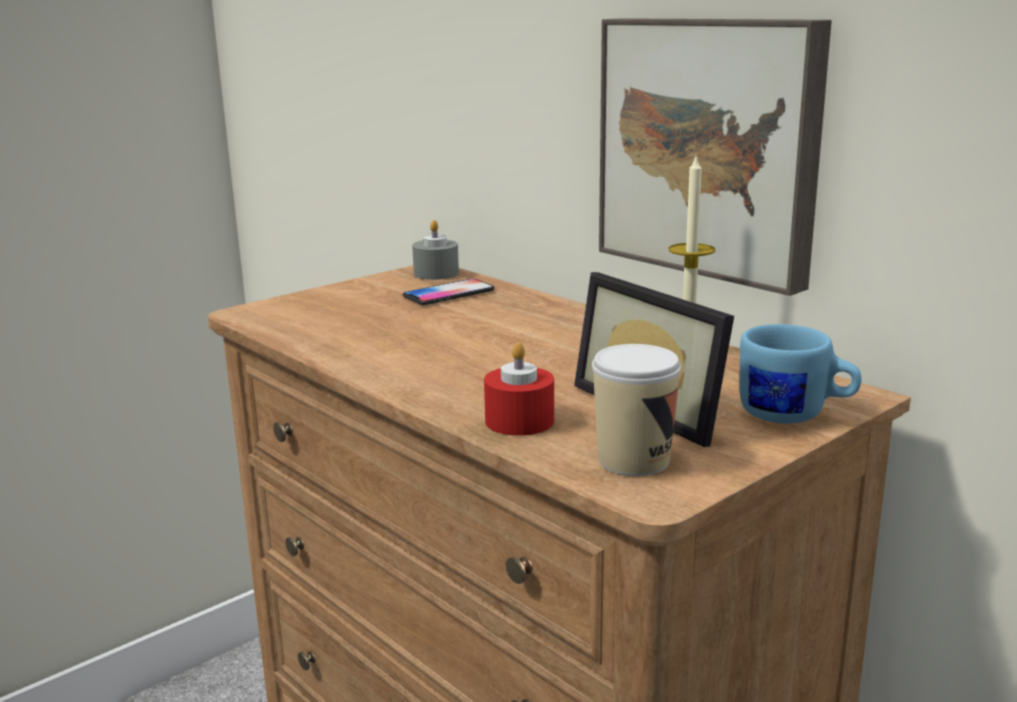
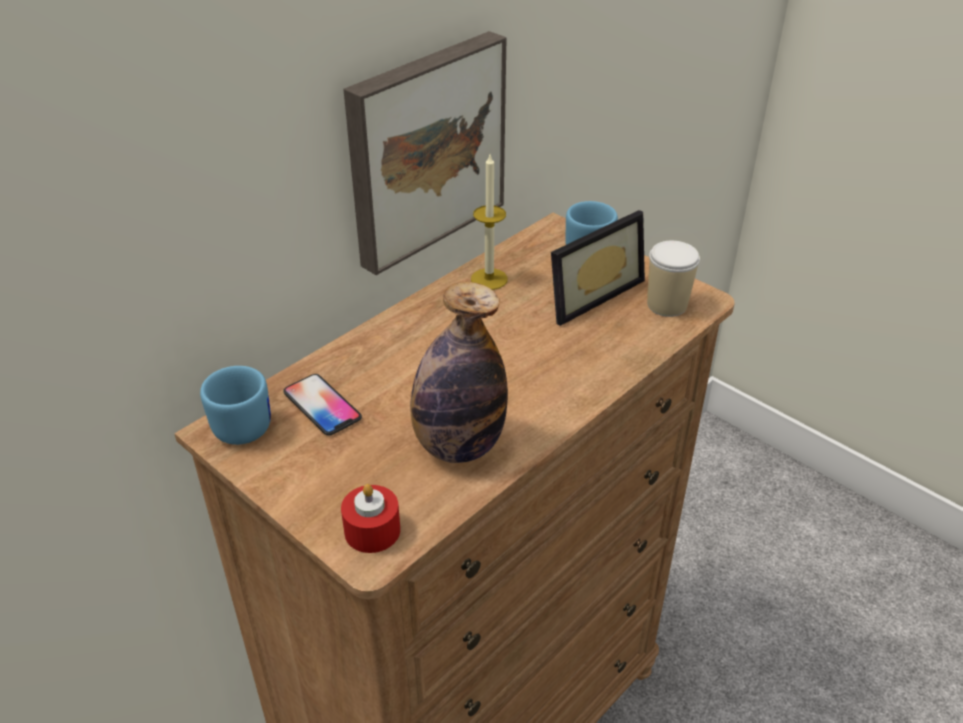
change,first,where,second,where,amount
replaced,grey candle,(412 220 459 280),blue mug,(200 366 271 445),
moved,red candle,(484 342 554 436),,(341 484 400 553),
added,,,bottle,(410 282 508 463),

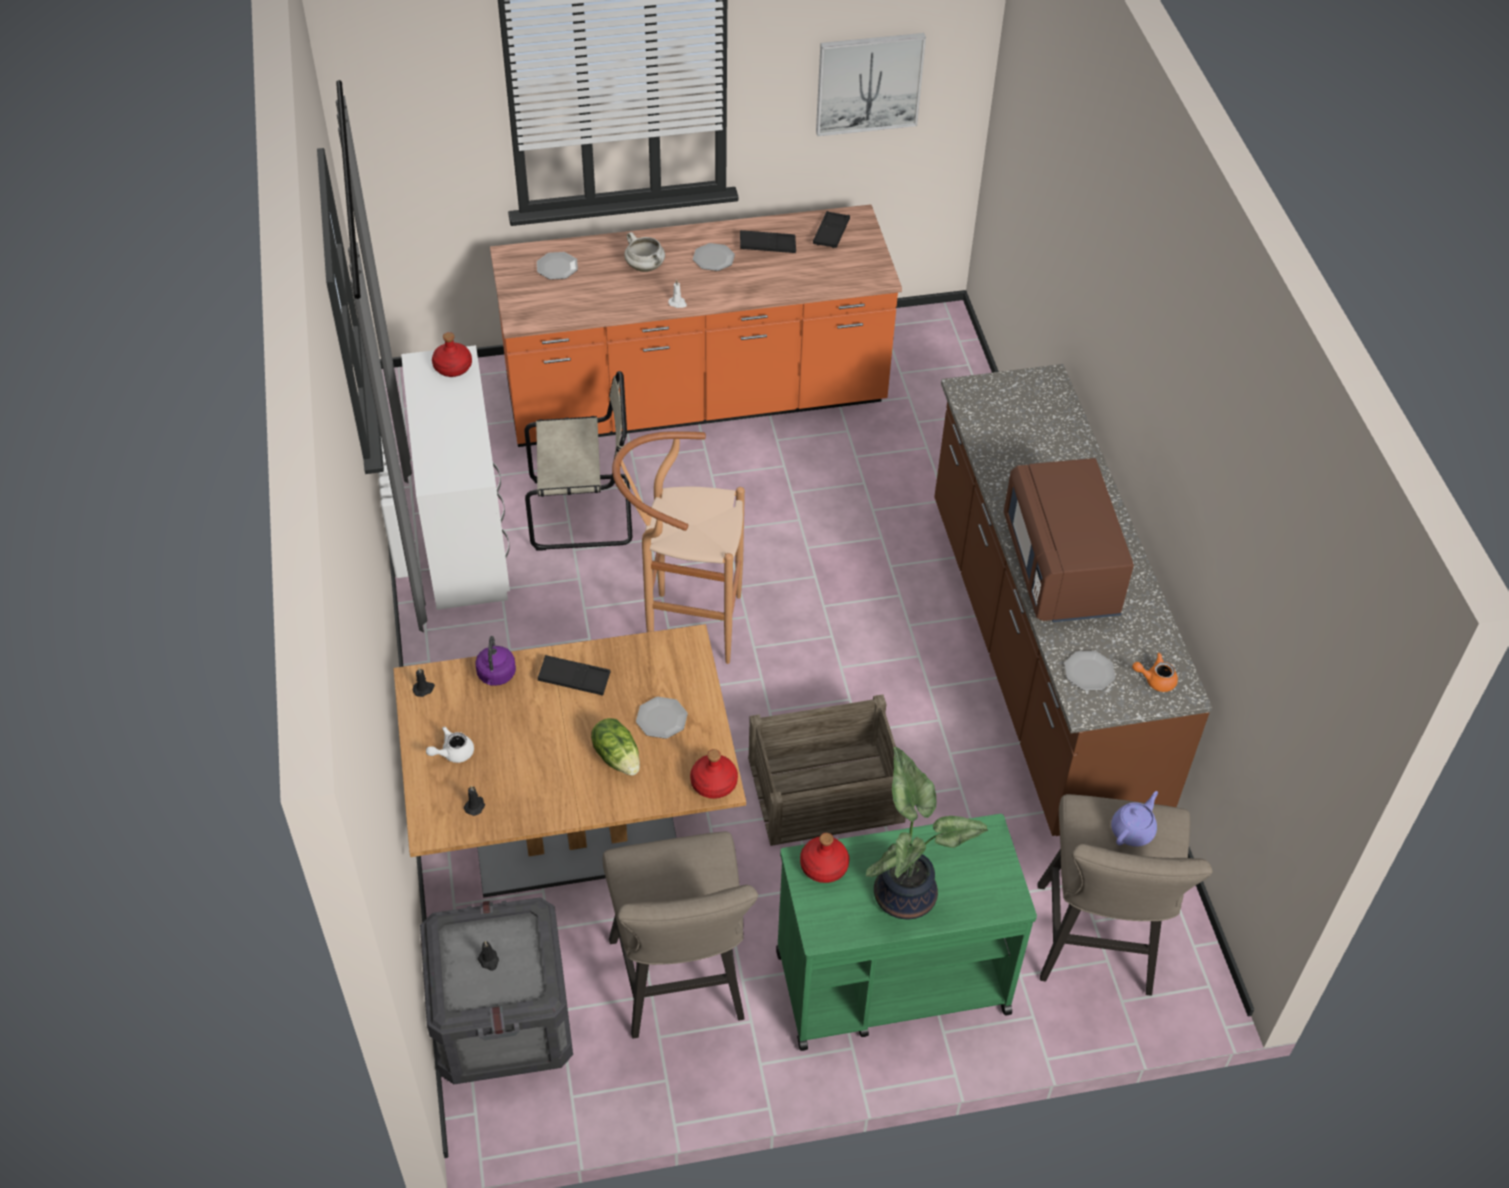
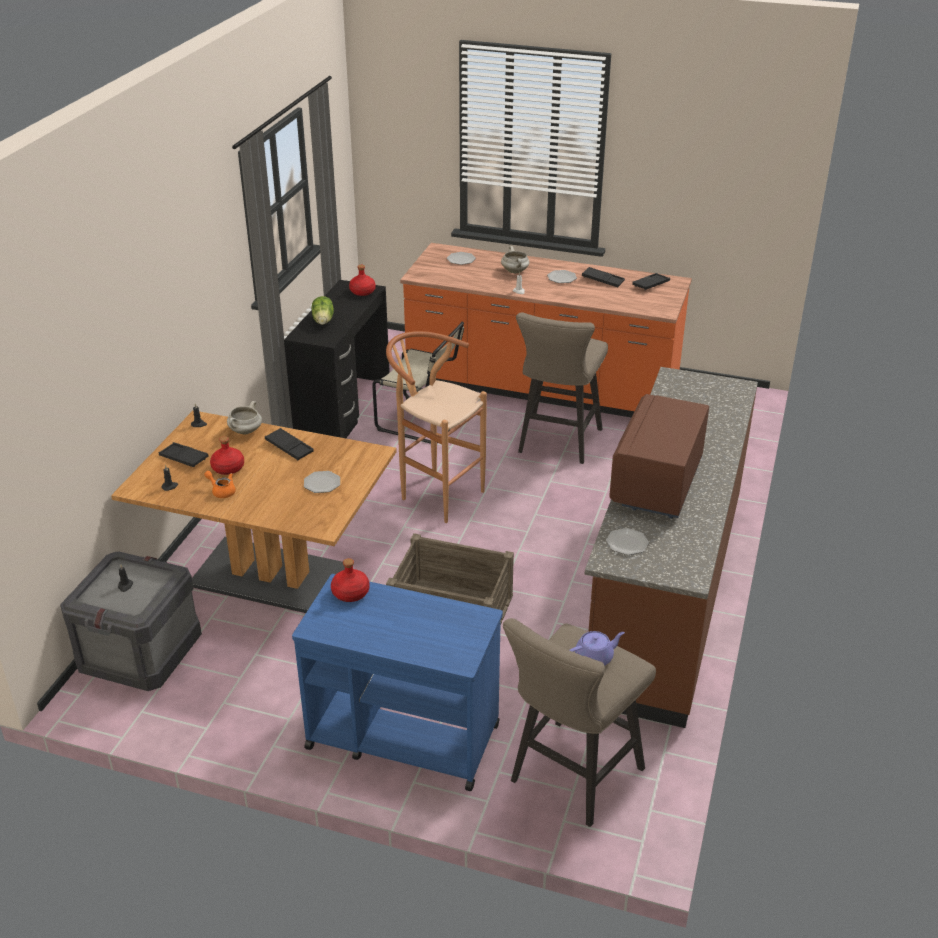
change,first,where,second,where,amount
replaced,white teapot,(426 727 474 763),black tray,(159 442 209 467),
moved,orange teapot,(1132 653 1178 692),,(204 471 236 498),
moved,red bottle,(690 749 738 799),,(210 436 244 475),
replaced,purple kettle,(475 636 516 686),white cooking pot,(227 401 262 434),
recoloured,white desk,(401 345 510 610),black desk,(284 280 390 438),
recoloured,green cart,(776 814 1037 1051),blue cart,(292 574 503 791),
moved,lettuce,(591 718 640 775),,(311 296 334 325),
moved,beige stool,(603 831 758 1039),,(516 312 608 464),
removed,picture,(816 33 926 136),,,
removed,potted plant,(866 747 988 919),,,

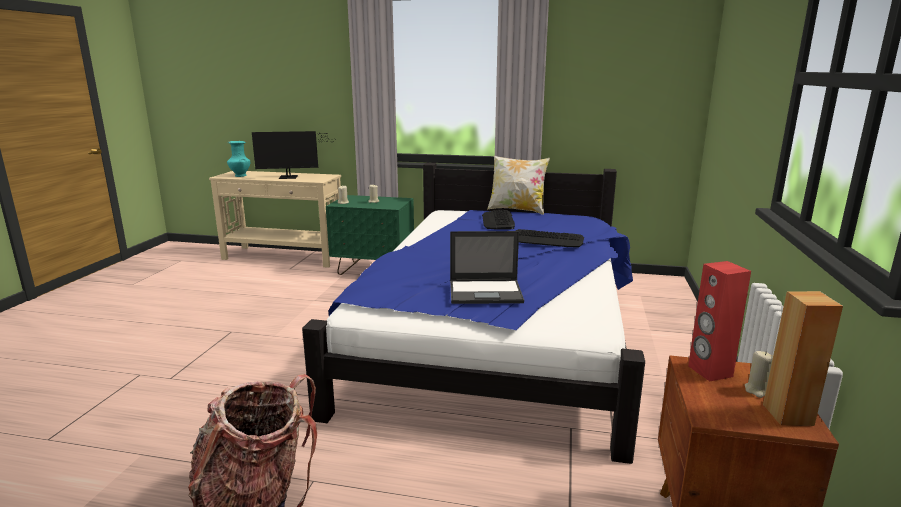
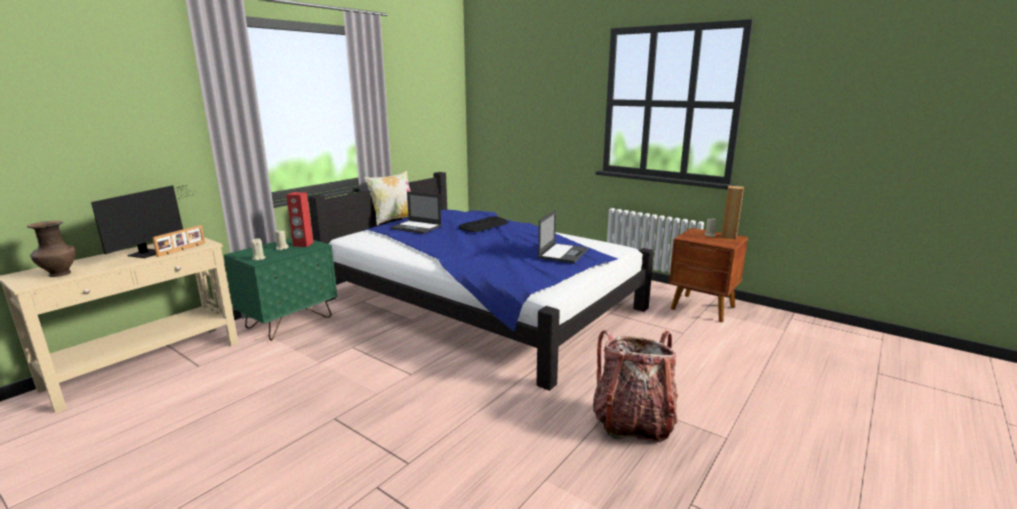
change,first,where,second,where,amount
recoloured,turquoise vase,(227 141 250 177),brown vase,(27 221 76 277),
added,,,picture frame,(152 225 205 257),
moved,red speaker,(688 261 751 381),,(286 192 313 247),
replaced,keyboard,(482 210 515 229),laptop,(390 191 442 234),

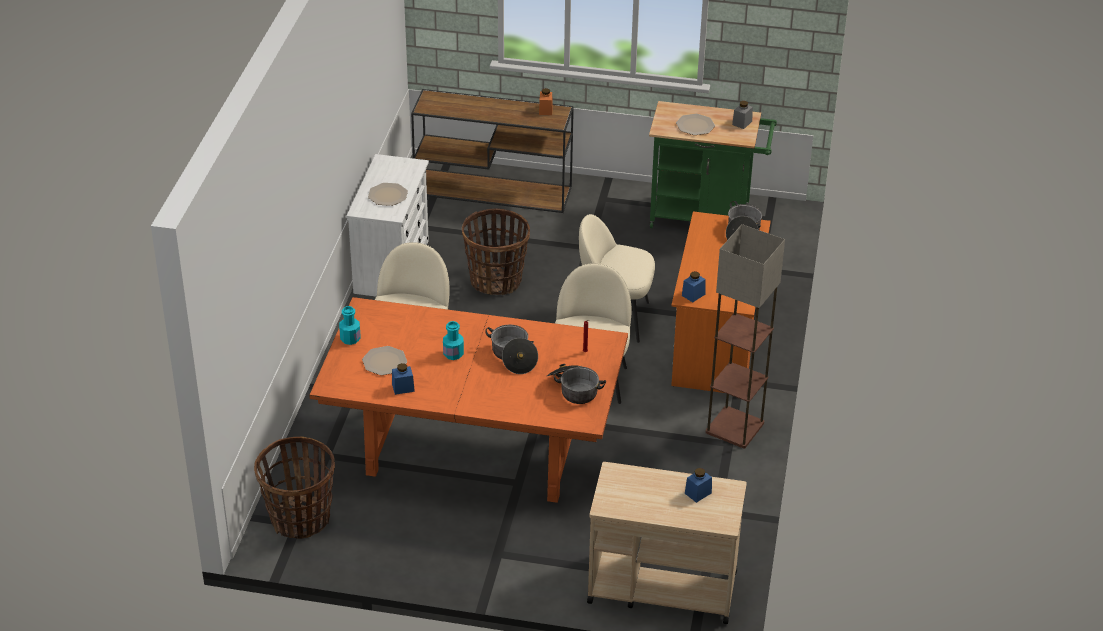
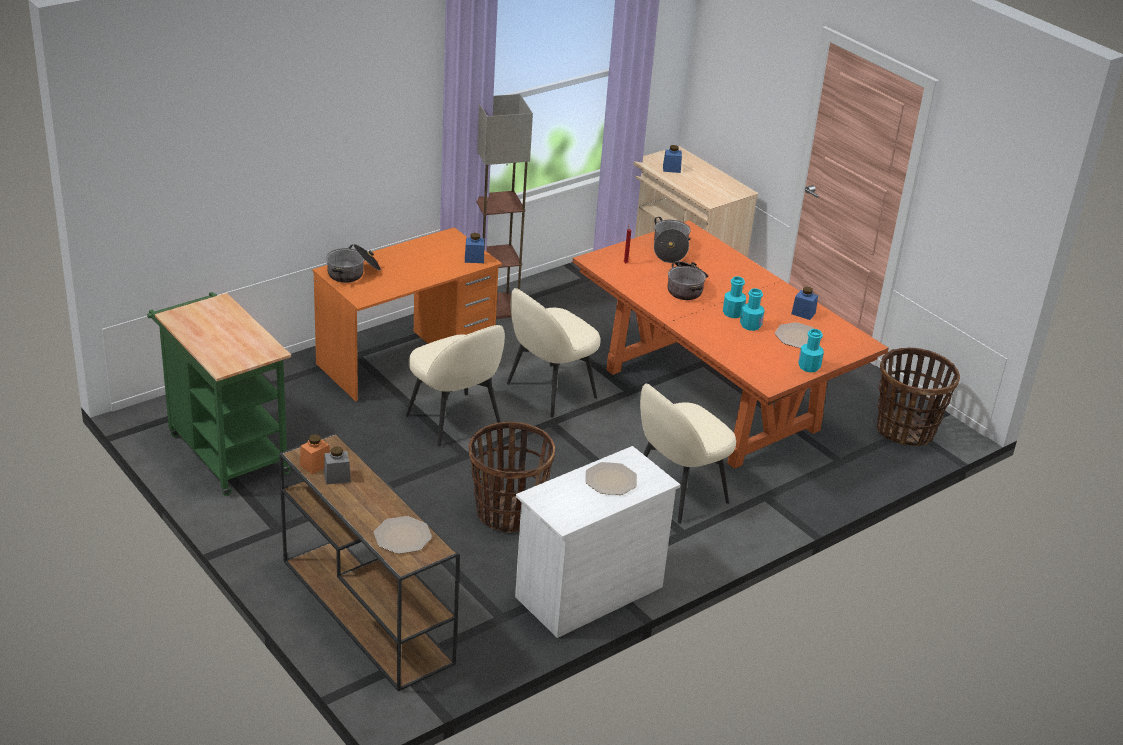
change,first,where,second,where,amount
moved,grey jar,(732 101 753 129),,(324 446 351 485),
moved,plate,(676 114 715 135),,(374 516 432 554),
added,,,turquoise bottle,(740 288 765 331),

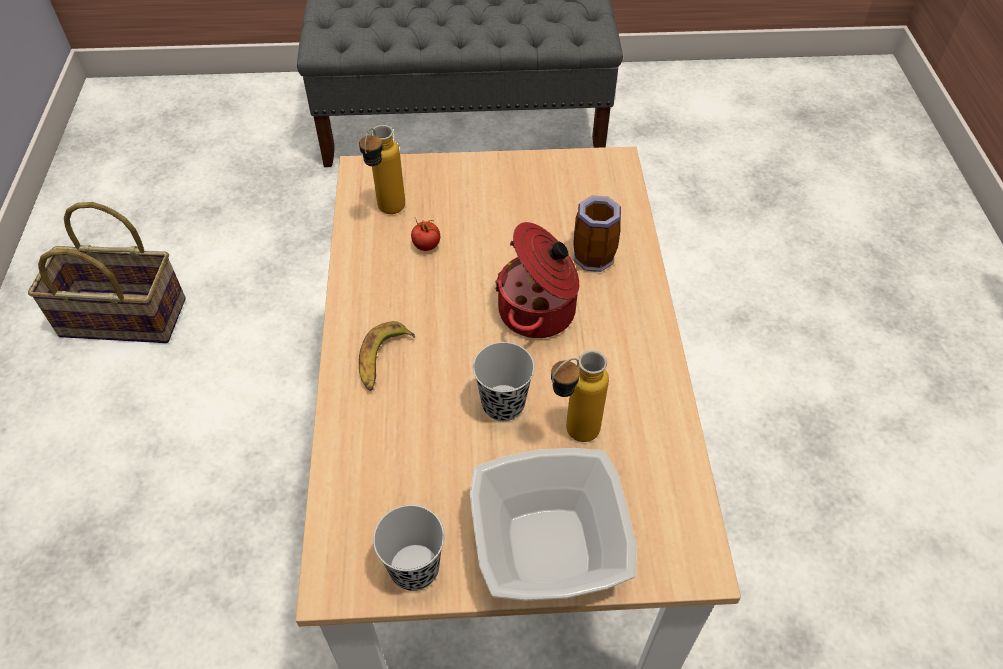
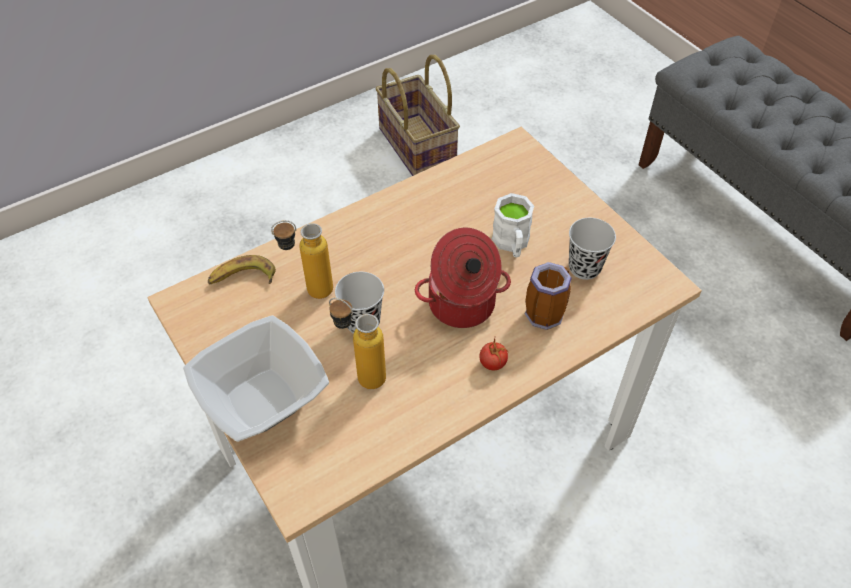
change,first,where,second,where,amount
moved,banana,(359 321 415 391),,(207 255 276 285),
moved,bottle,(359 125 405 214),,(271 220 333 299),
moved,tomato,(411 220 440 251),,(479 338 508 370),
added,,,white mug,(492 193 534 257),
moved,black cup,(373 505 444 591),,(569 218 616 280),

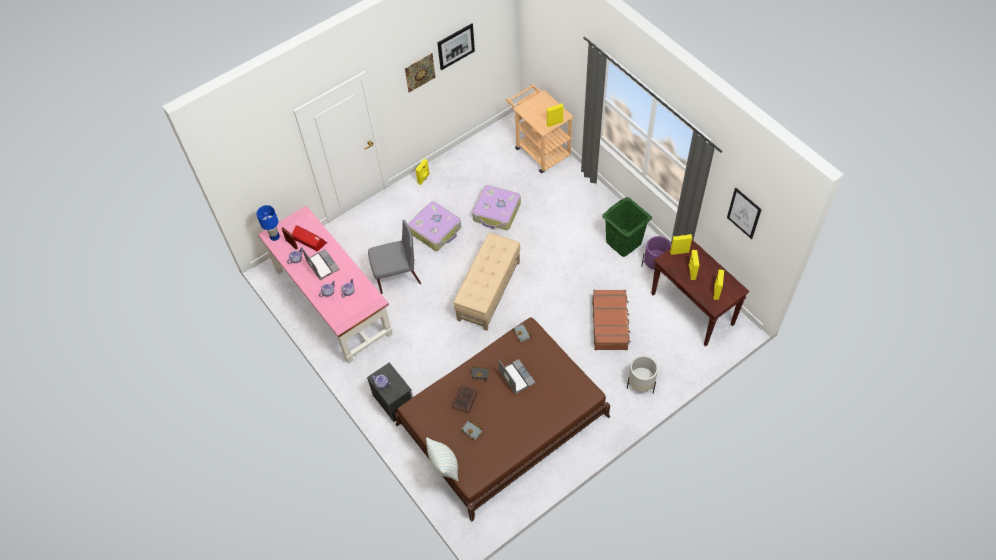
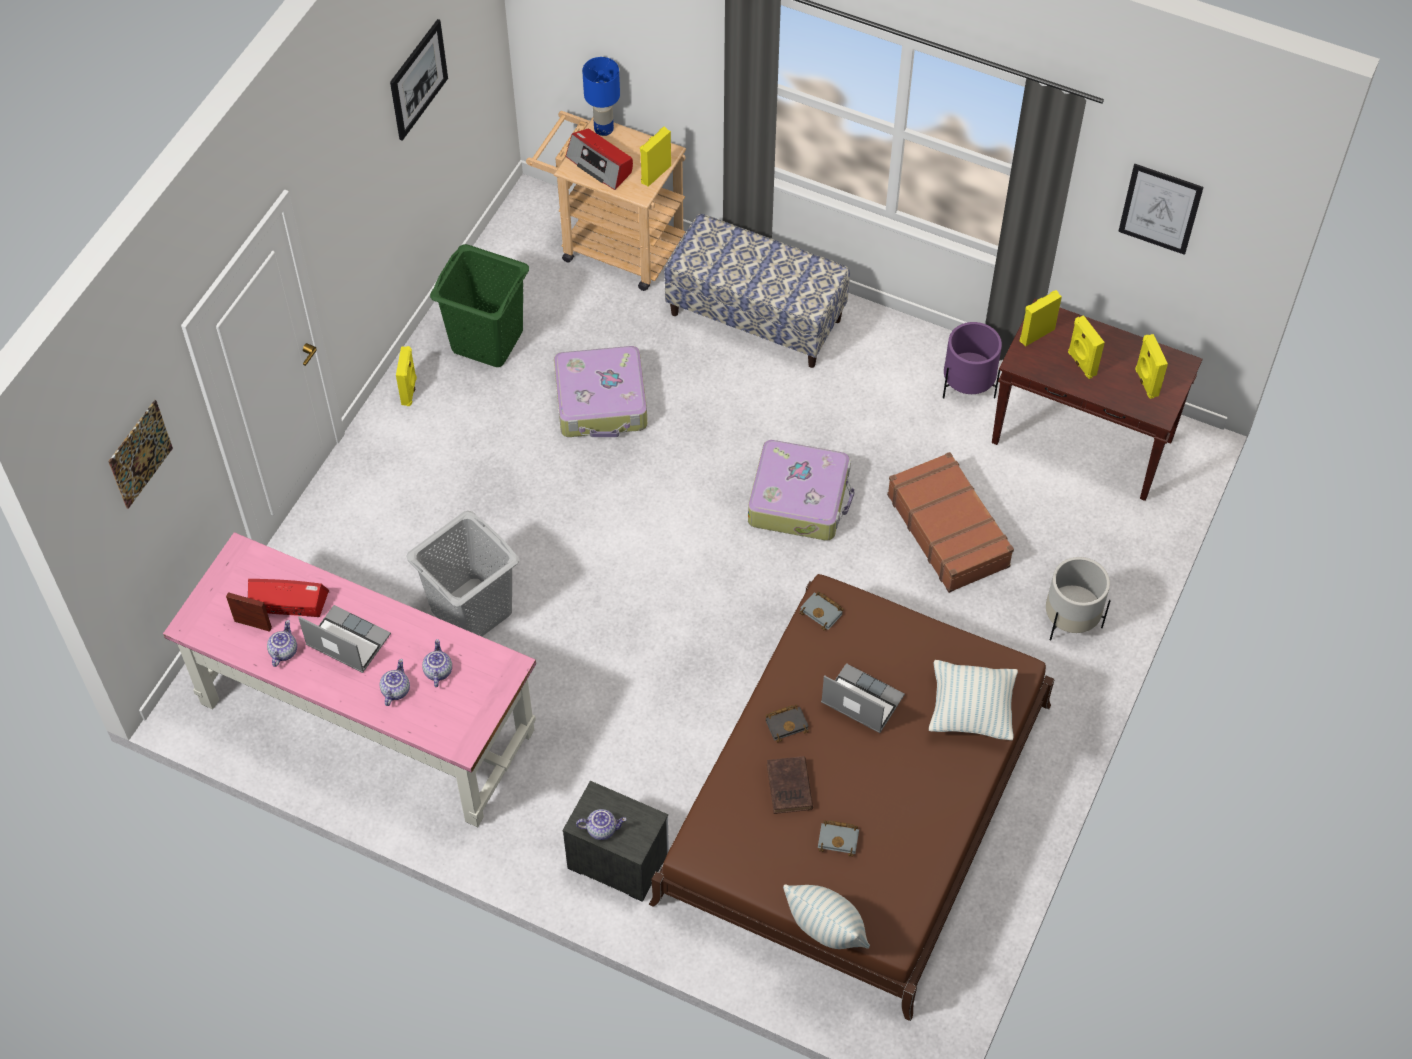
change,first,where,second,where,amount
moved,picture,(405 53 436 92),,(108 400 173 509),
replaced,grey chair,(368 219 421 294),grey laundry basket,(406 511 519 637),
moved,green laundry basket,(602 197 652 257),,(430 244 529 367),
added,,,radio,(566 129 633 190),
moved,blue table lamp,(256 205 280 241),,(582 57 620 136),
added,,,bench,(664 214 850 368),
moved,suitcase,(408 201 461 251),,(748 440 855 541),
added,,,pillow,(929 660 1018 740),
removed,beige ottoman,(454 233 520 331),,,

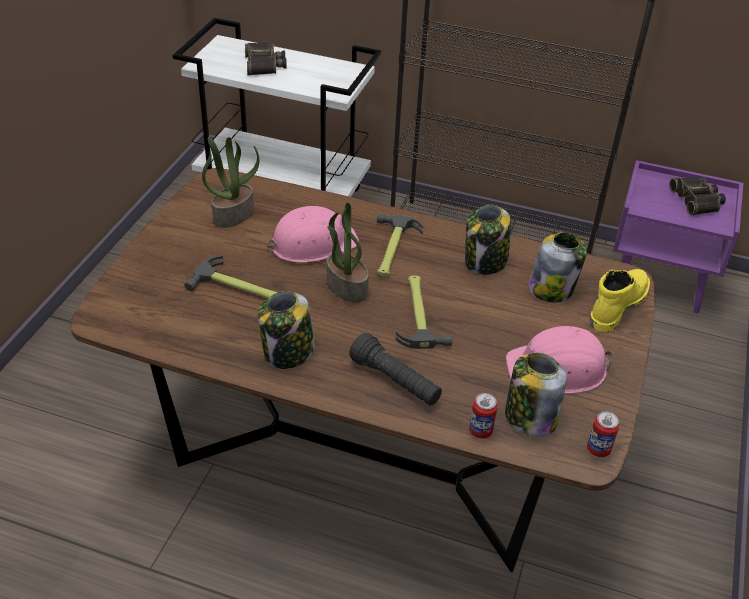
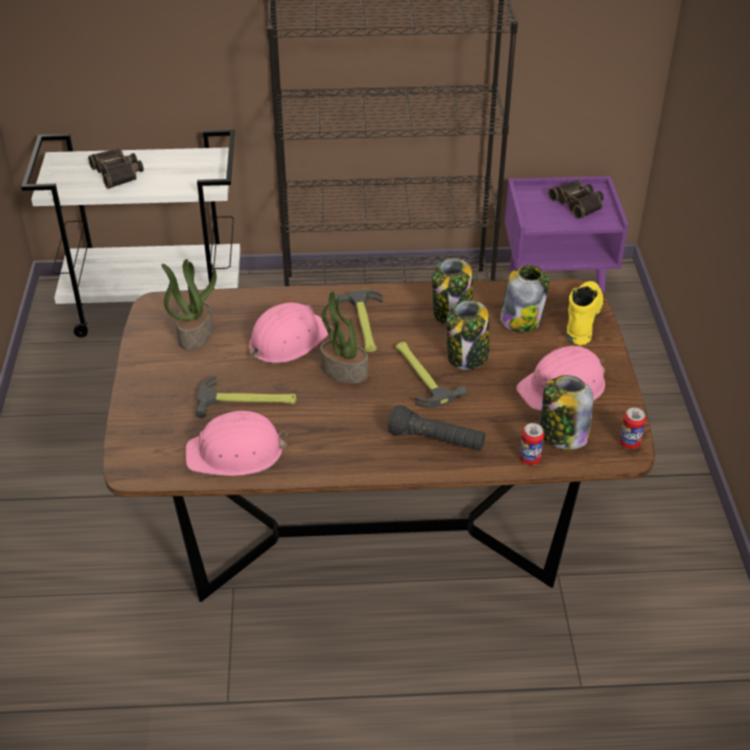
change,first,where,second,where,amount
added,,,pink hard hat,(185 411 288 476),
moved,jar,(258 291 315 369),,(446 300 490 370),

